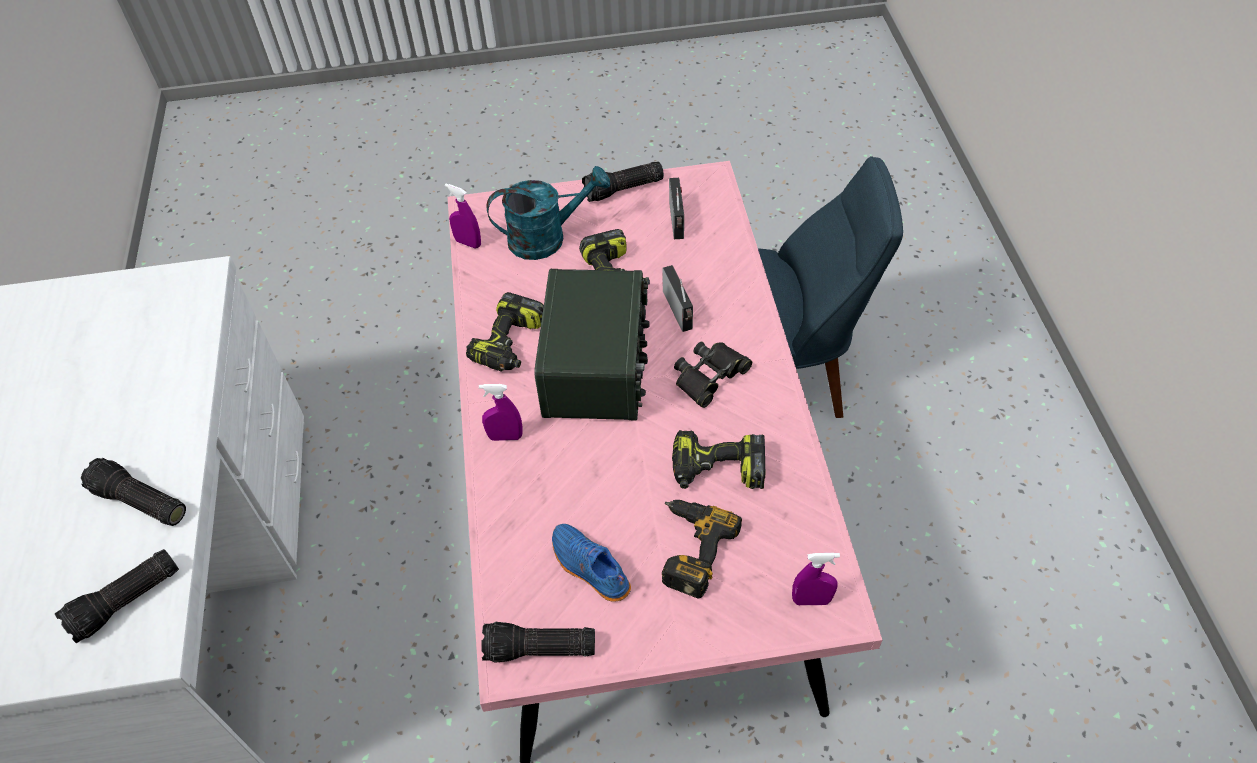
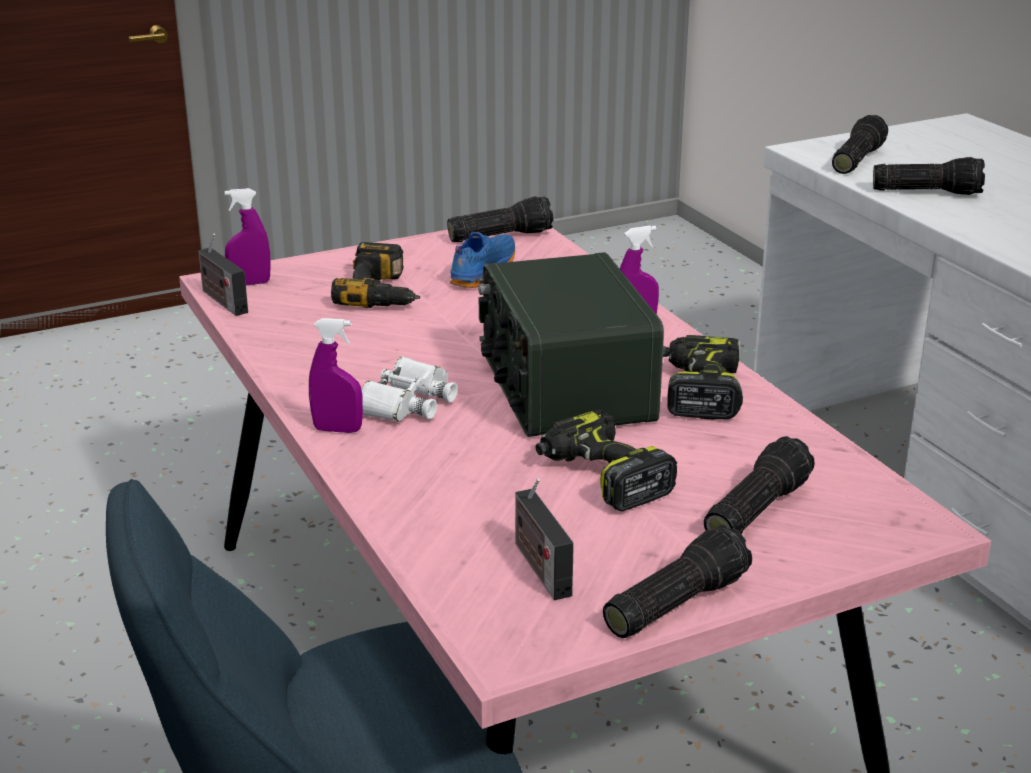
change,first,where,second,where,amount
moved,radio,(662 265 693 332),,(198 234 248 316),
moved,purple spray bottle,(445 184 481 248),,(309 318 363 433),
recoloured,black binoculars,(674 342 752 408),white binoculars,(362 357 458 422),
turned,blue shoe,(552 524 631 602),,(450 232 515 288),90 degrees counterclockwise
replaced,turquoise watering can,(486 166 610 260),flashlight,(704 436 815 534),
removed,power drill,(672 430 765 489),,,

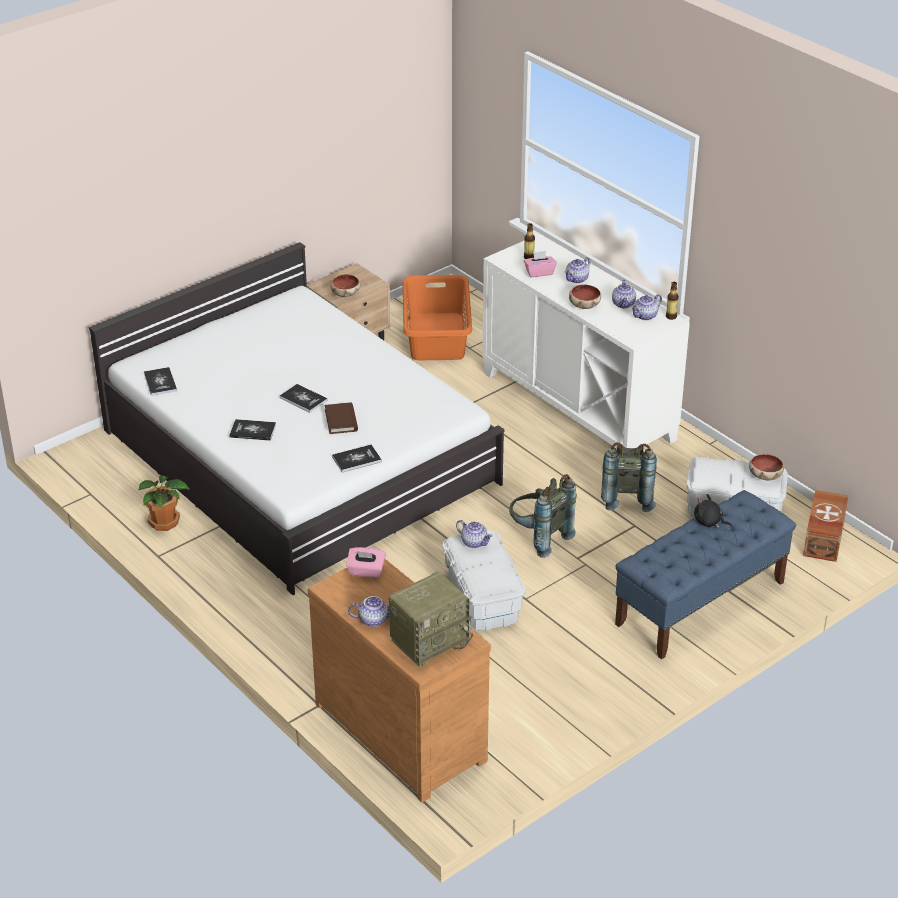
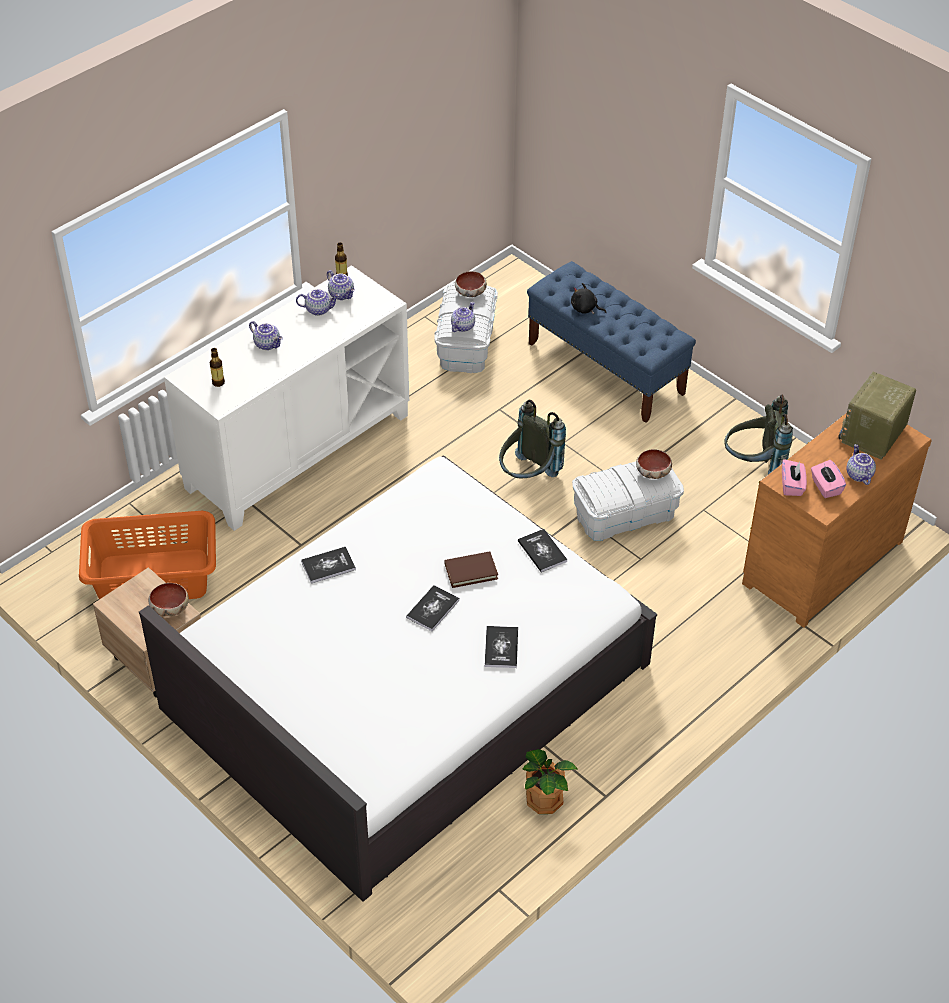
change,first,where,second,where,amount
moved,book,(144 367 177 396),,(301 547 356 583),
moved,teapot,(456 520 493 548),,(451 302 475 332),
turned,black plush toy,(694 494 733 528),,(571 283 607 314),90 degrees clockwise
moved,bowl,(569 284 601 309),,(636 449 672 479),
moved,grey backpack,(601 443 657 512),,(724 394 793 474),
moved,pink tissue box,(524 251 557 277),,(811 460 846 498),
turned,radio,(389 571 473 667),,(838 372 916 460),105 degrees counterclockwise
removed,brown storage box,(803 490 848 562),,,

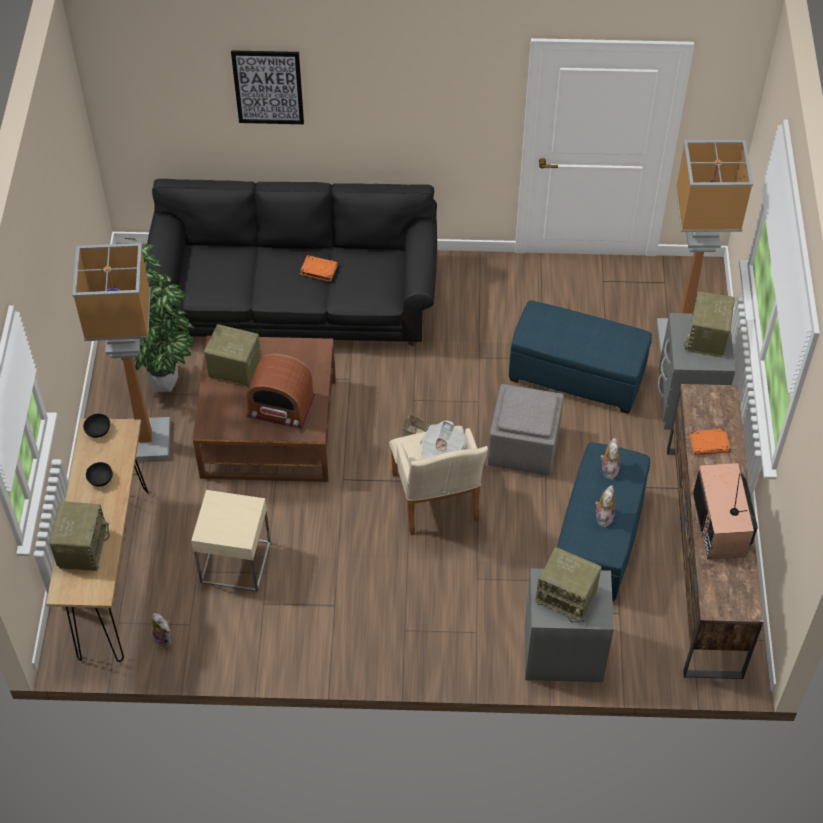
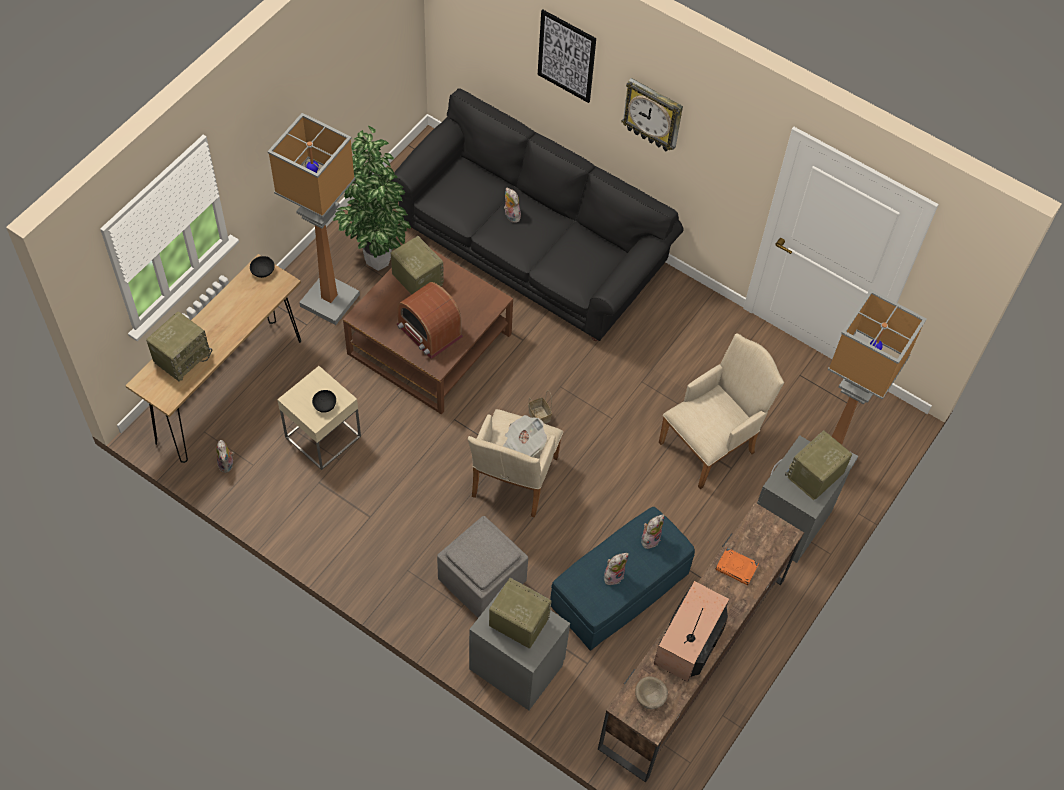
change,first,where,second,where,amount
moved,black bowl,(86 462 113 487),,(312 390 336 413),
moved,grey ottoman,(488 384 564 476),,(437 516 528 618),
turned,radio,(536 547 602 623),,(489 578 551 649),150 degrees clockwise
added,,,plush toy,(504 187 521 223),
added,,,wall clock,(622 78 683 152),
added,,,beige bowl,(635 677 668 709),
replaced,blue ottoman,(509 300 652 414),beige armchair,(659 333 784 489),
removed,orange book,(300 255 338 282),,,

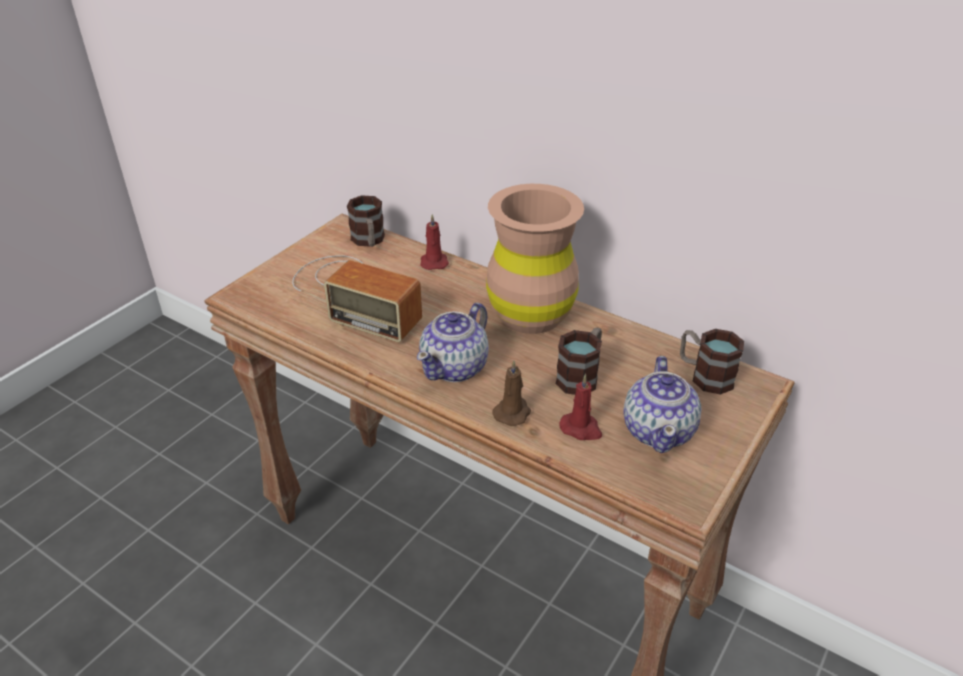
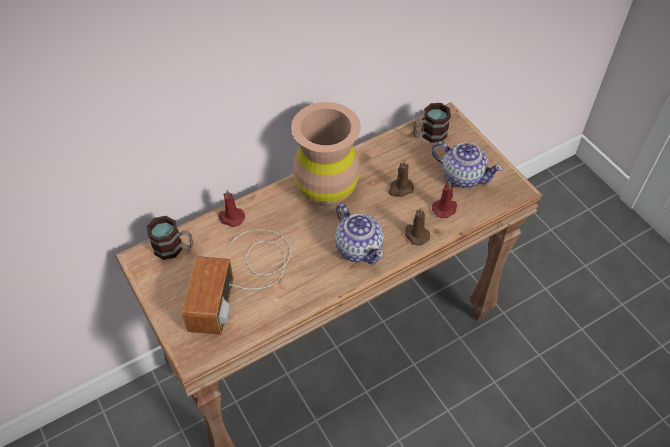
change,first,where,second,where,amount
turned,radio,(292 255 422 342),,(182 230 291 335),135 degrees clockwise
replaced,mug,(556 328 602 395),brown candle,(388 160 414 197),

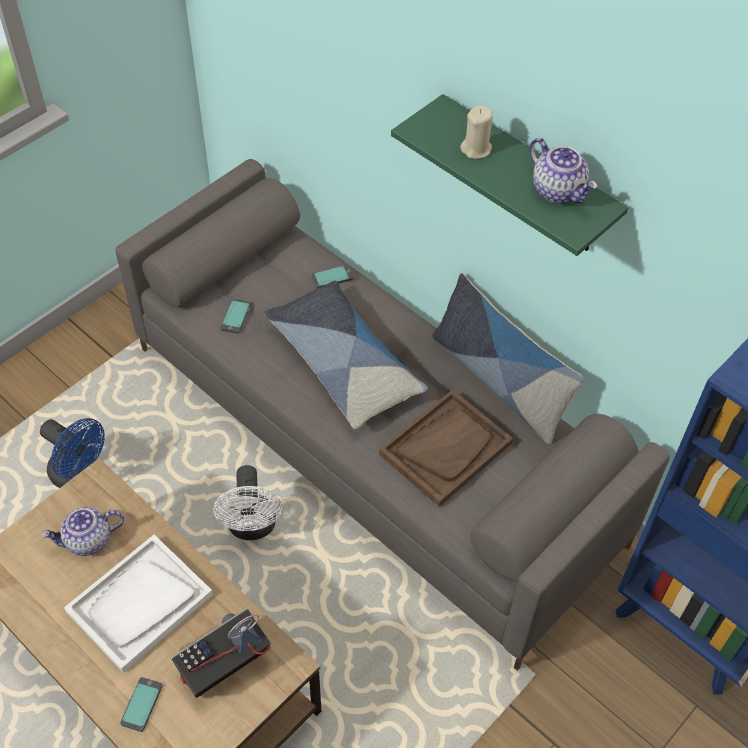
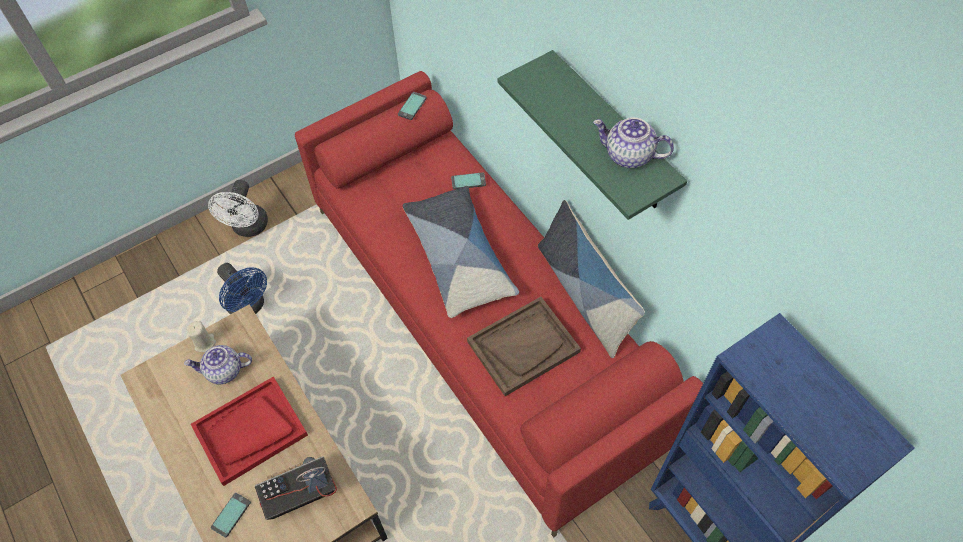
change,first,where,second,where,amount
moved,beige candle,(460 105 493 159),,(187 321 216 352),
recoloured,white tray,(64 535 213 673),red tray,(191 376 308 486),
moved,white fan,(213 465 282 540),,(208 180 268 237),
recoloured,grey sofa,(115 159 670 671),red sofa,(295 71 703 538),
moved,phone,(220 298 251 334),,(398 92 427 120),
turned,teapot,(529 138 597 203),,(593 117 674 168),135 degrees clockwise

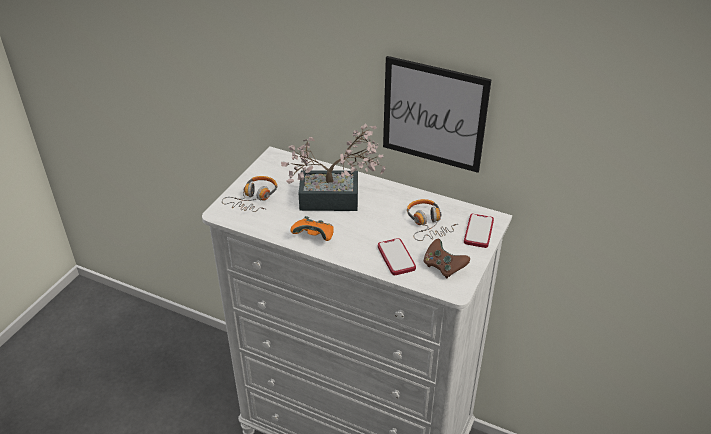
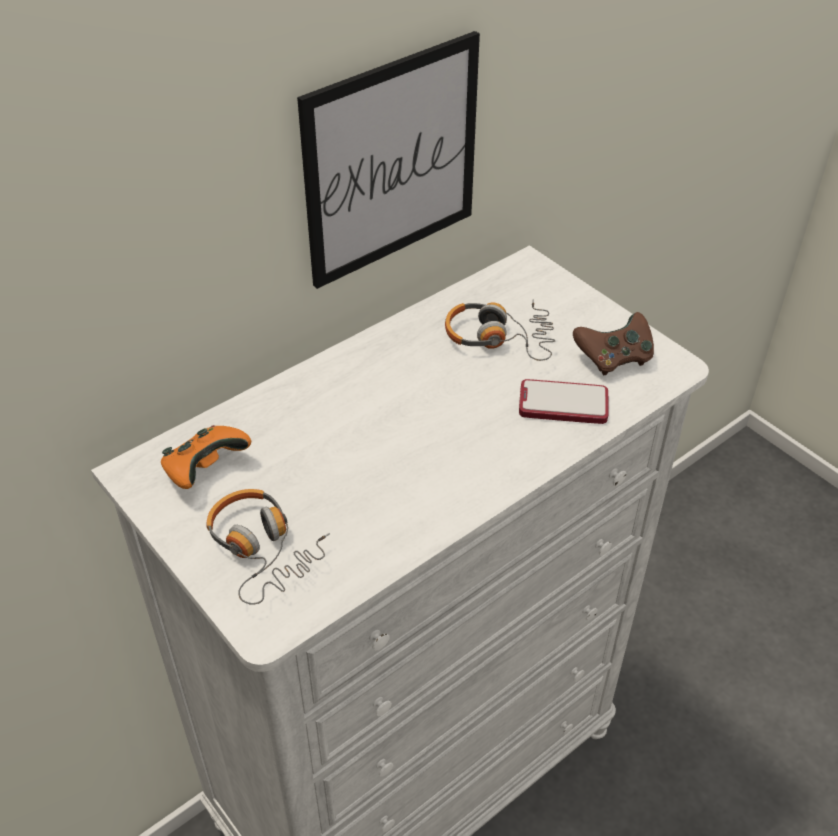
change,first,where,second,where,amount
moved,orange game controller,(290 216 334 241),,(161 425 251 489),
removed,potted plant,(281 124 385 211),,,
removed,phone,(464 214 494 248),,,

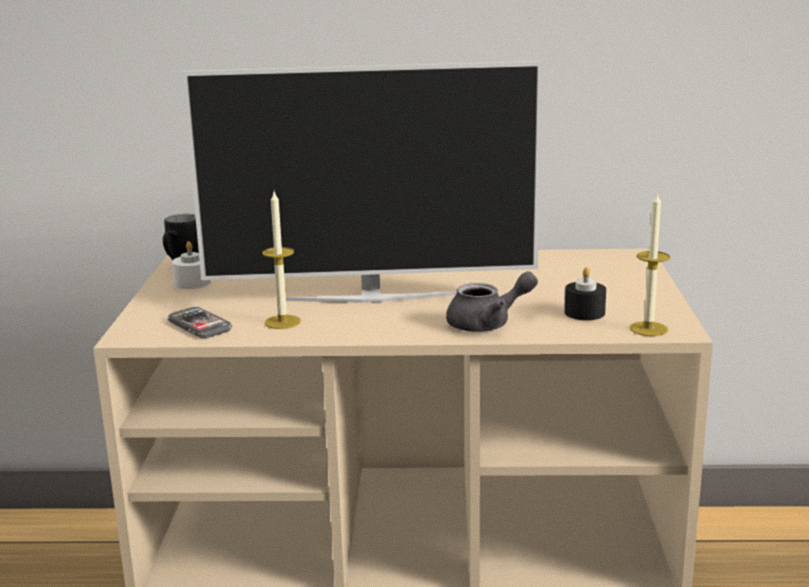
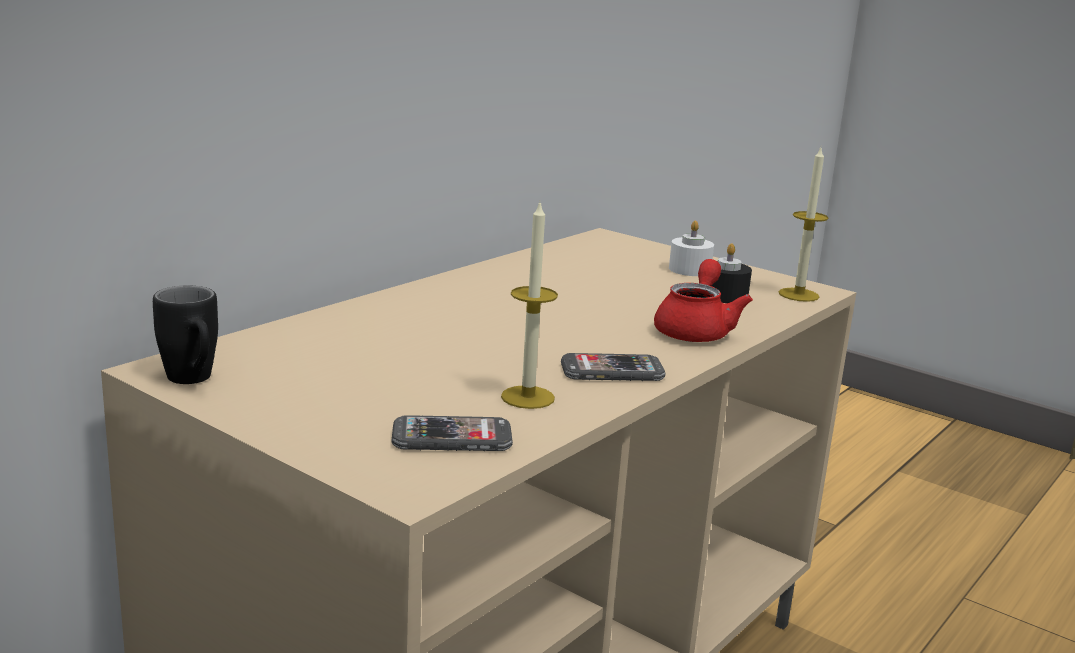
change,first,where,second,where,amount
added,,,phone,(561 353 665 381),
recoloured,grey teapot,(446 271 538 332),red teapot,(654 259 753 342),
moved,white candle,(172 241 211 289),,(669 221 714 276),
removed,television,(182 61 543 303),,,

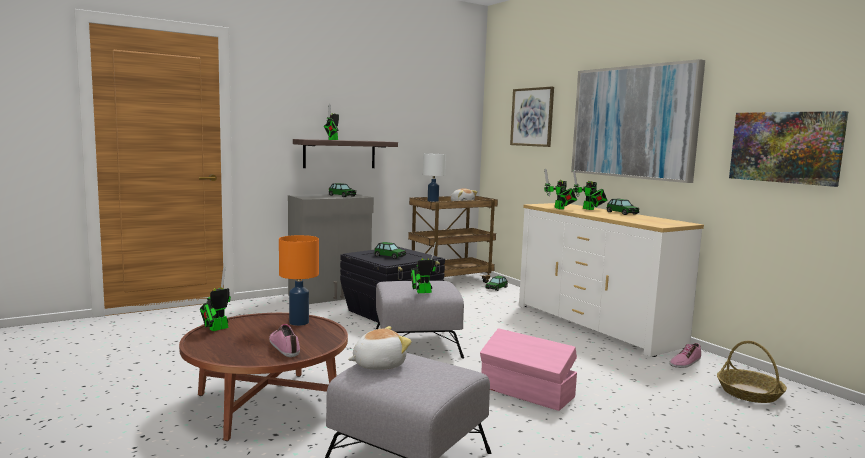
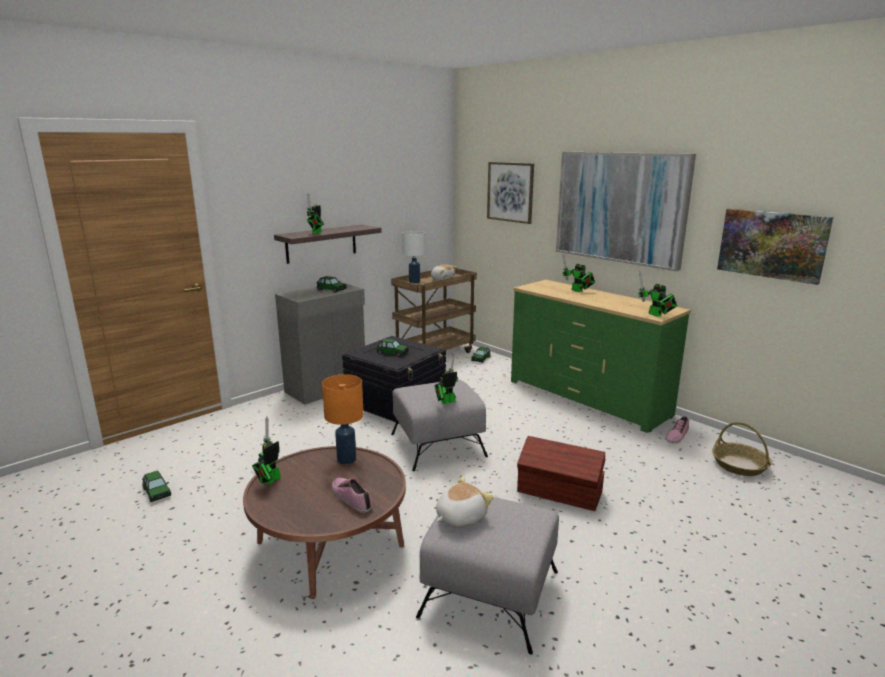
change,first,where,second,where,amount
moved,toy car,(607 199 639 215),,(142 471 171 502),
recoloured,white dresser,(519 203 704 357),green dresser,(511 280 691 433),
recoloured,pink storage box,(480 328 577 411),brown storage box,(517 436 605 511),
moved,toy robot,(544 168 577 209),,(638 272 677 317),

